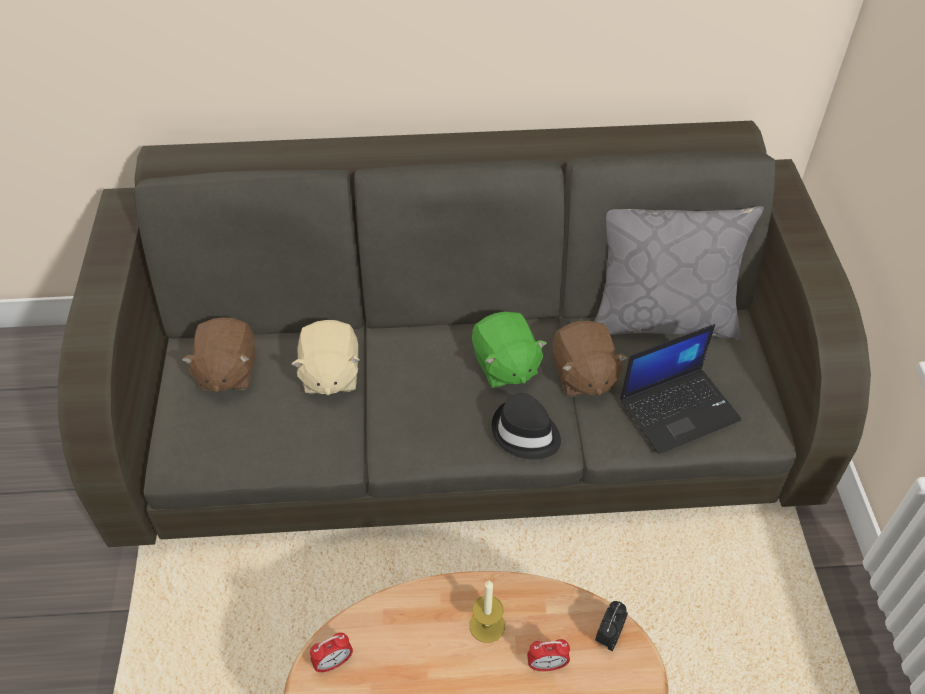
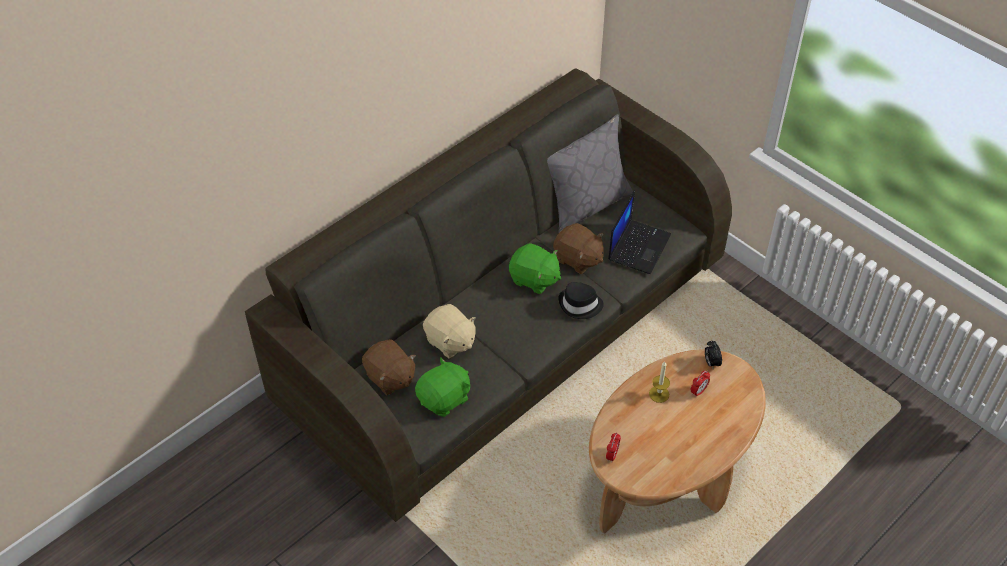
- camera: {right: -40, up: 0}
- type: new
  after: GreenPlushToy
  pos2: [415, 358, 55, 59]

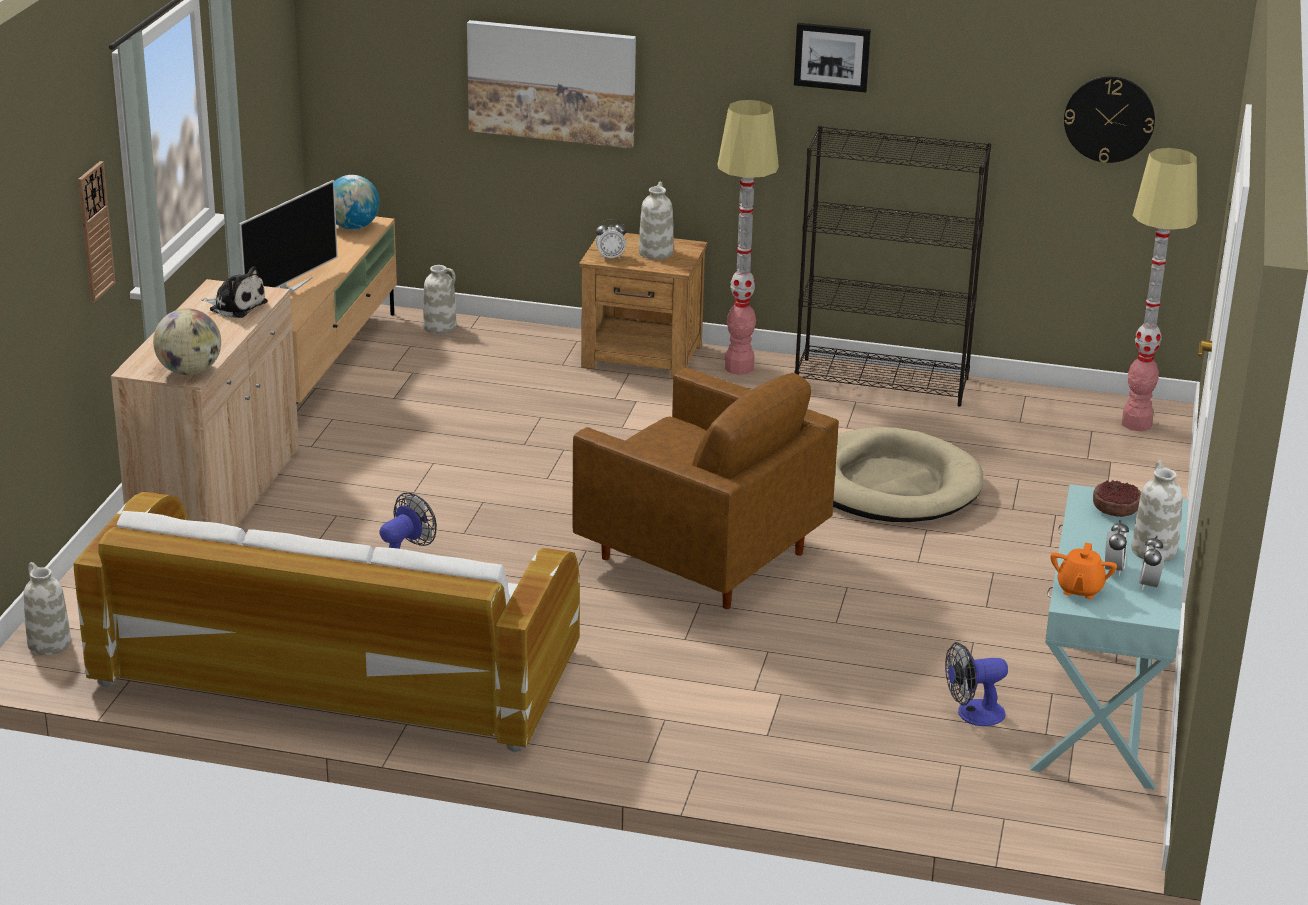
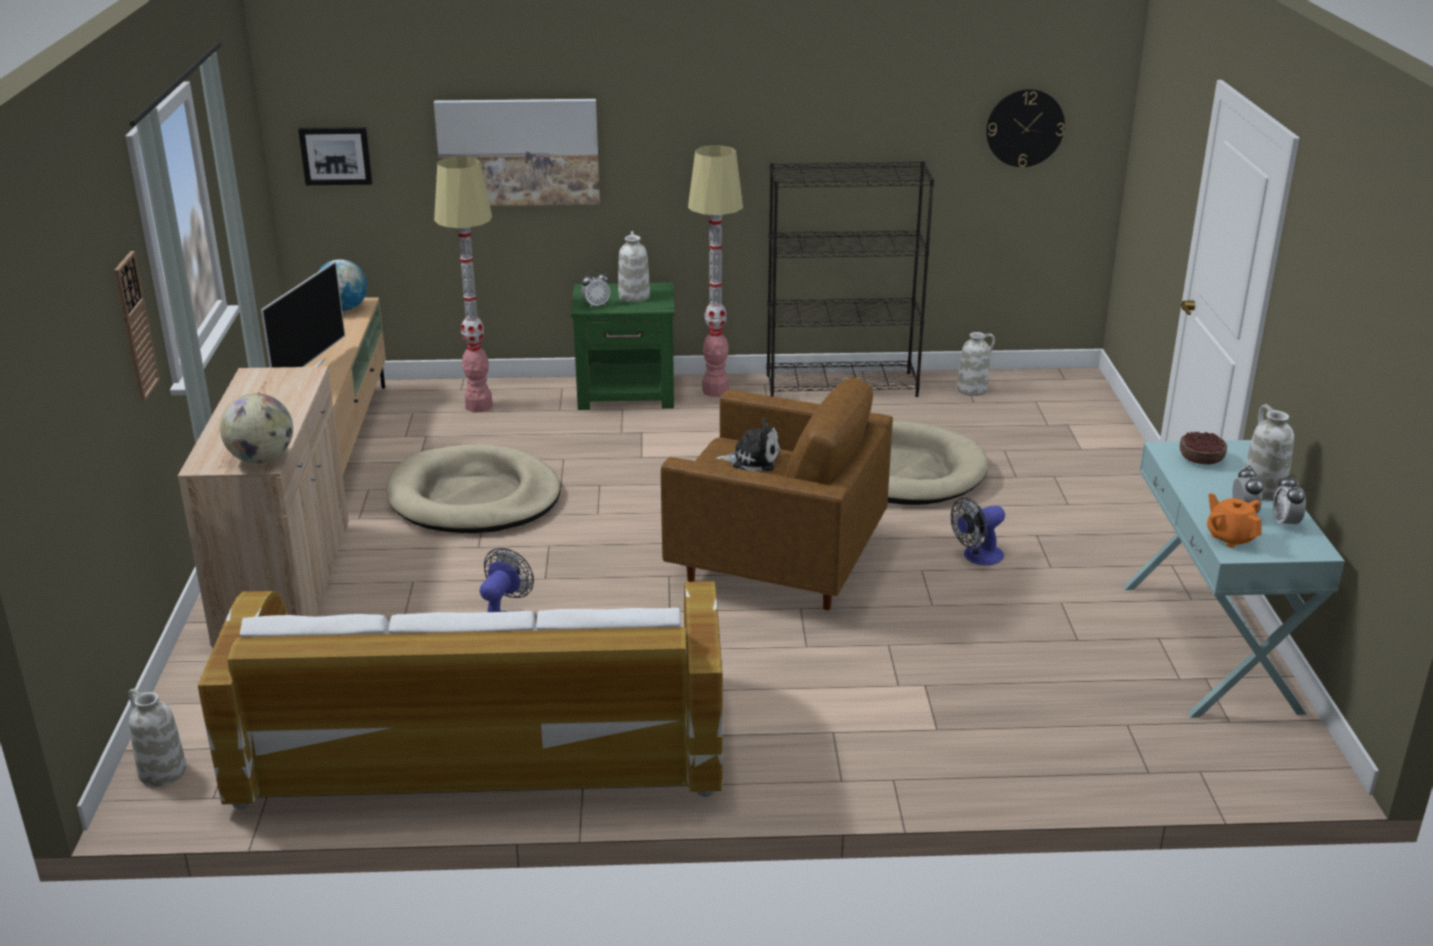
- camera: {right: -15, up: 0}
- type: new
  after: BeigeDogBed
  pos2: [386, 444, 175, 89]
- type: shifted
  before: PlushToy
  pos1: [202, 266, 66, 52]
  pos2: [715, 419, 65, 53]
- type: shifted
  before: WhiteVase
  pos1: [423, 265, 34, 69]
  pos2: [957, 332, 38, 64]
- type: shifted
  before: Picture
  pos1: [794, 23, 77, 70]
  pos2: [298, 127, 75, 58]
- type: shifted
  before: Fan
  pos1: [945, 642, 63, 84]
  pos2: [951, 497, 54, 68]
- type: shifted
  before: FloorLamp
  pos1: [1122, 148, 75, 283]
  pos2: [434, 156, 59, 257]
- type: repainted
  before: BrownNightstand
  after: GreenNightstand
  pos1: [579, 233, 129, 146]
  pos2: [571, 283, 104, 127]
- type: rotated
  before: OrangeTeapot
  pos1: [1050, 542, 67, 57]
  pos2: [1207, 493, 55, 55]
  turn: 150

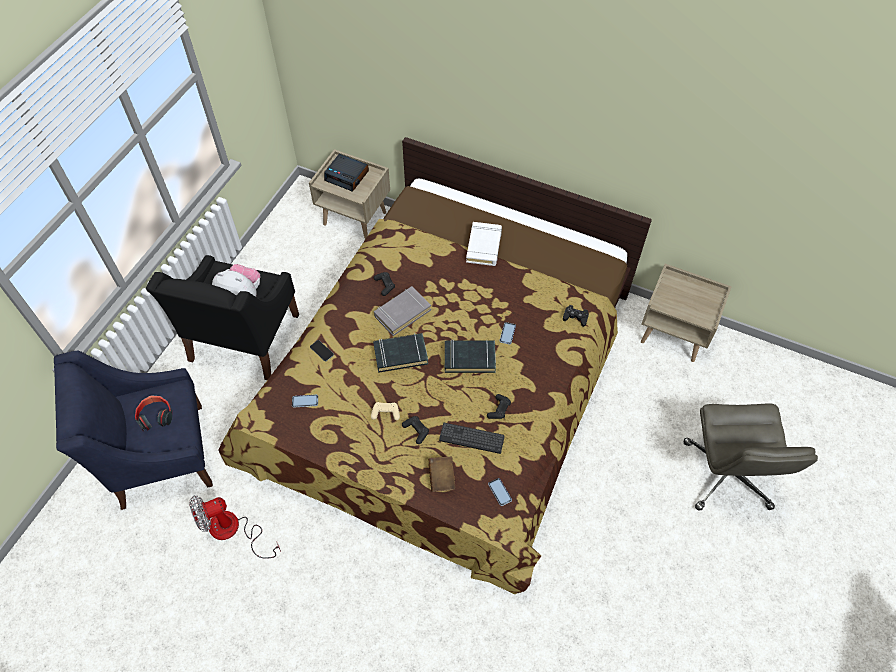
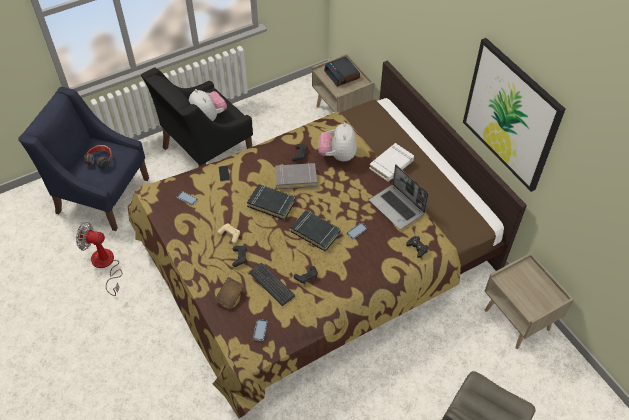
- camera: {right: 35, up: -5}
- type: new
  after: PlushToy
  pos2: [318, 122, 39, 40]
- type: new
  after: Laptop
  pos2: [369, 165, 60, 65]
- type: new
  after: Picture
  pos2: [463, 38, 102, 154]

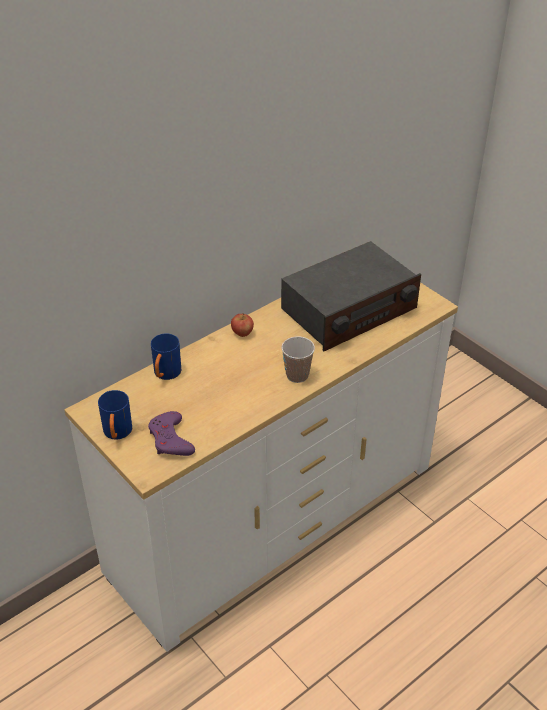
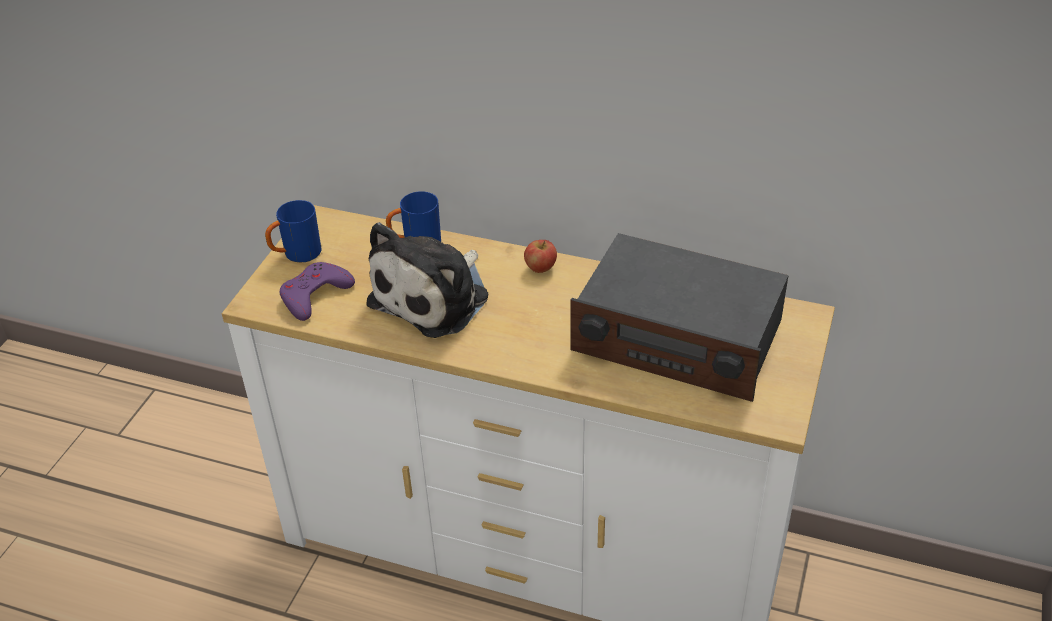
- camera: {right: 60, up: 0}
- type: gone
  before: Cup
  pos1: [281, 337, 34, 46]
- type: new
  after: PlushToy
  pos2: [366, 222, 122, 116]

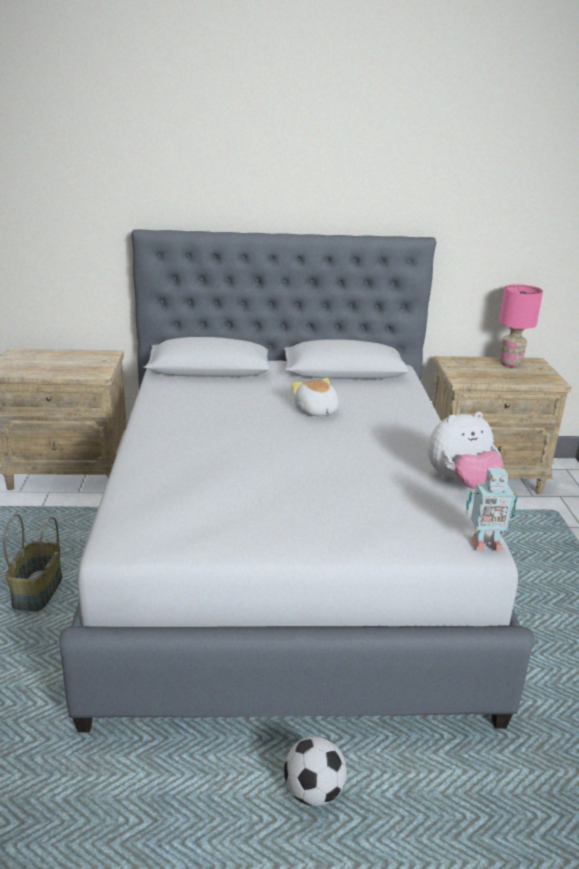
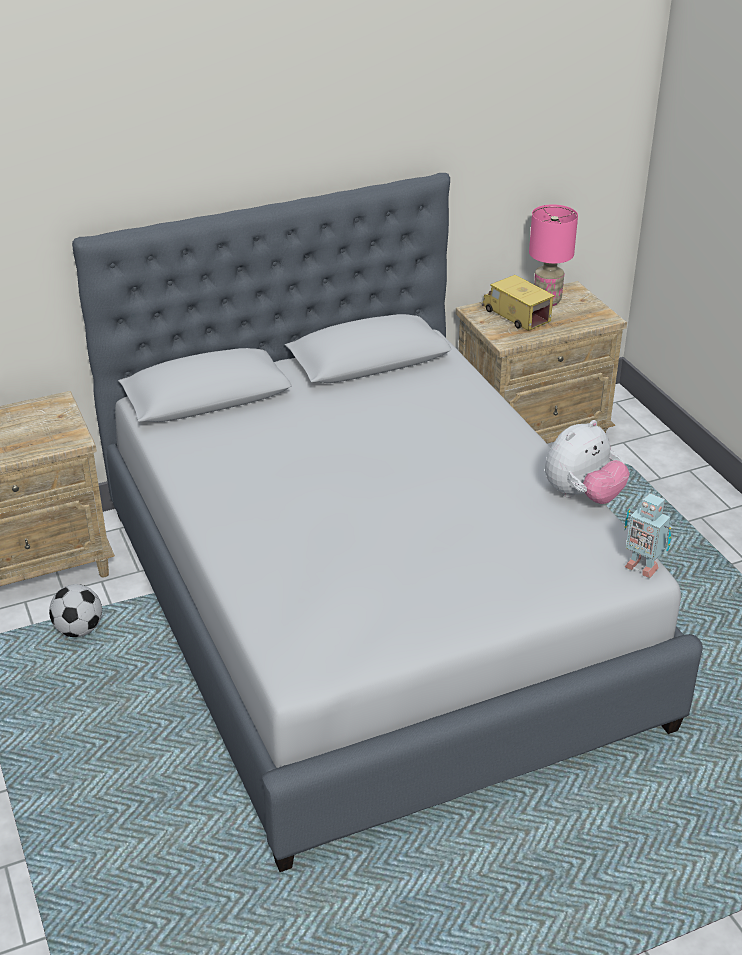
- camera: {right: -20, up: 10}
- type: gone
  before: Basket
  pos1: [3, 514, 60, 98]
- type: gone
  before: PlushToy
  pos1: [291, 378, 48, 38]
- type: new
  after: ToyTruck
  pos2: [482, 275, 73, 56]
- type: shifted
  before: Football
  pos1: [284, 736, 63, 70]
  pos2: [49, 584, 53, 53]
- type: rotated
  before: ToyRobot
  pos1: [466, 468, 52, 83]
  pos2: [625, 493, 46, 85]
  turn: 60

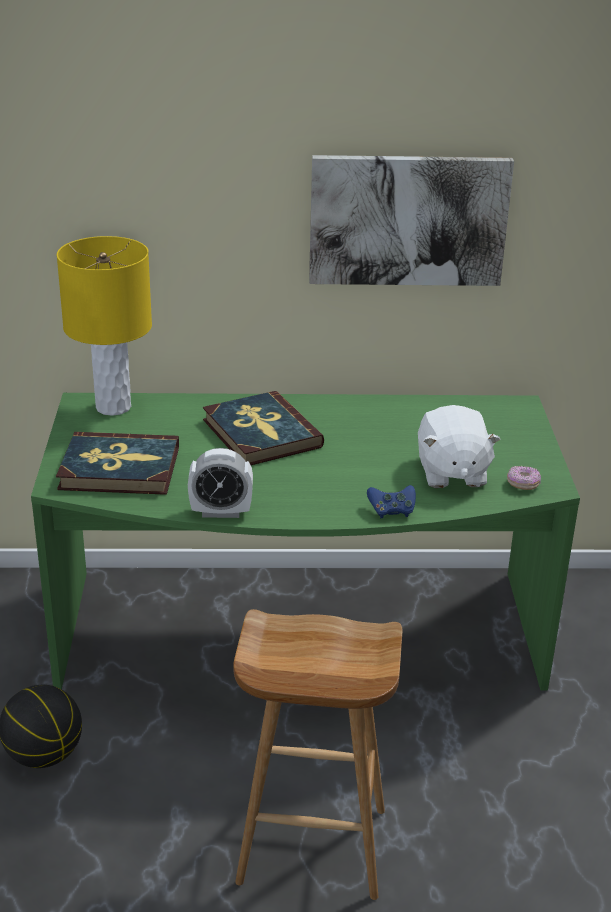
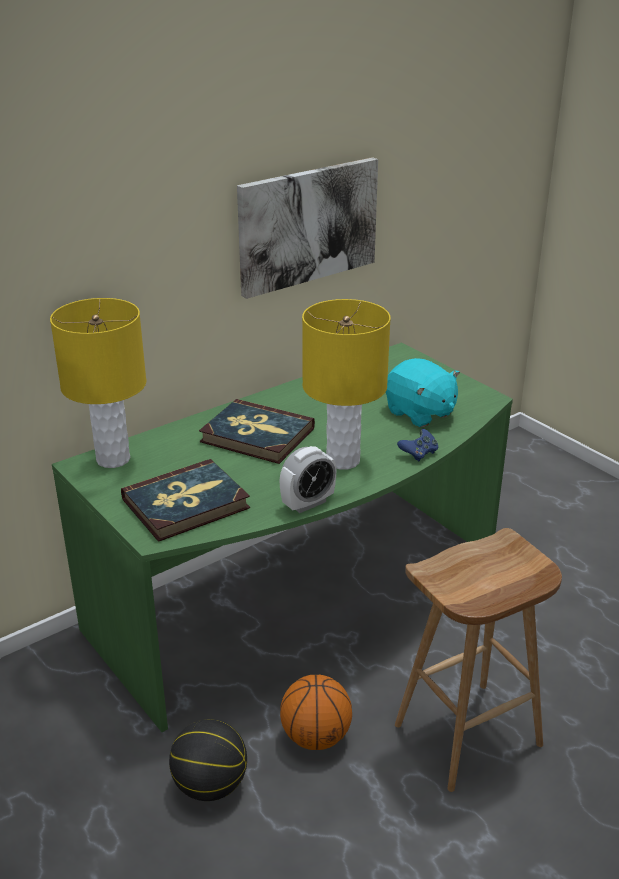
- camera: {right: -35, up: 0}
- type: gone
  before: Donut
  pos1: [507, 466, 34, 24]
- type: new
  after: Basketball
  pos2: [280, 675, 72, 75]
- type: new
  after: YellowTableLamp
  pos2: [302, 299, 89, 170]
- type: repainted
  before: WhitePlushToy
  after: TurquoisePlushToy
  pos1: [418, 405, 82, 83]
  pos2: [386, 358, 74, 69]

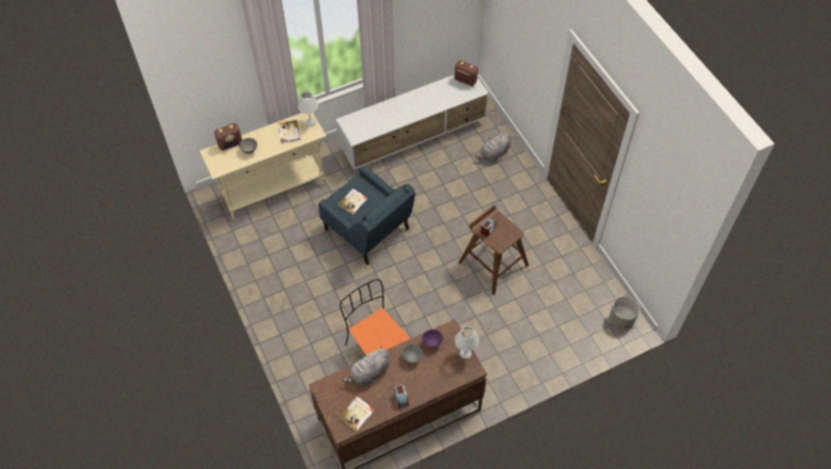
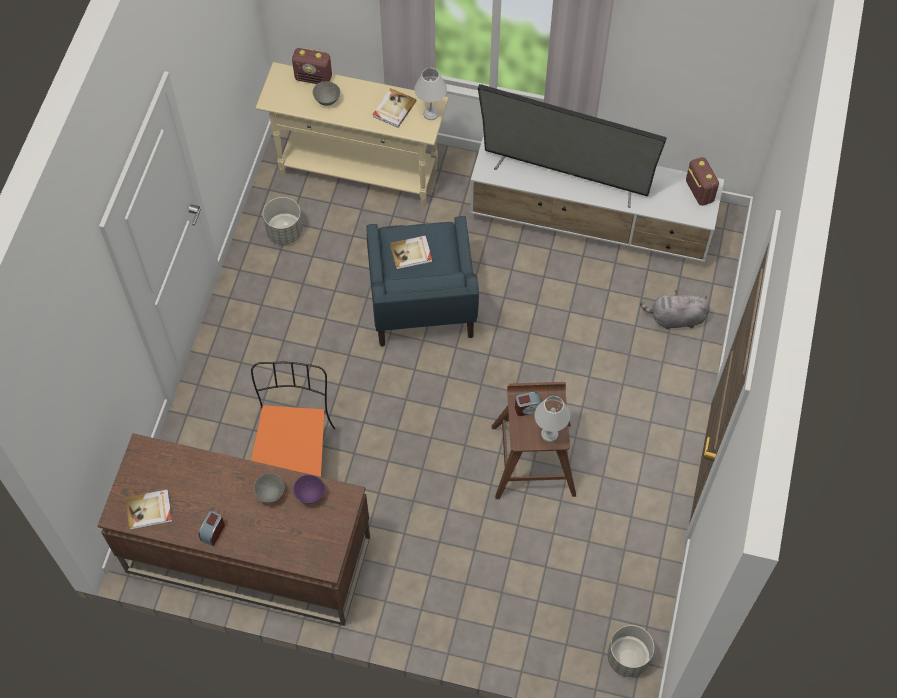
- camera: {right: 40, up: 5}
- type: gone
  before: GreyPlushToy
  pos1: [341, 346, 49, 39]
- type: new
  after: GreyPlanter
  pos2: [263, 197, 40, 48]
- type: new
  after: Television
  pos2: [478, 84, 189, 124]
- type: shifted
  before: WhiteTableLamp
  pos1: [455, 326, 24, 33]
  pos2: [535, 396, 35, 46]

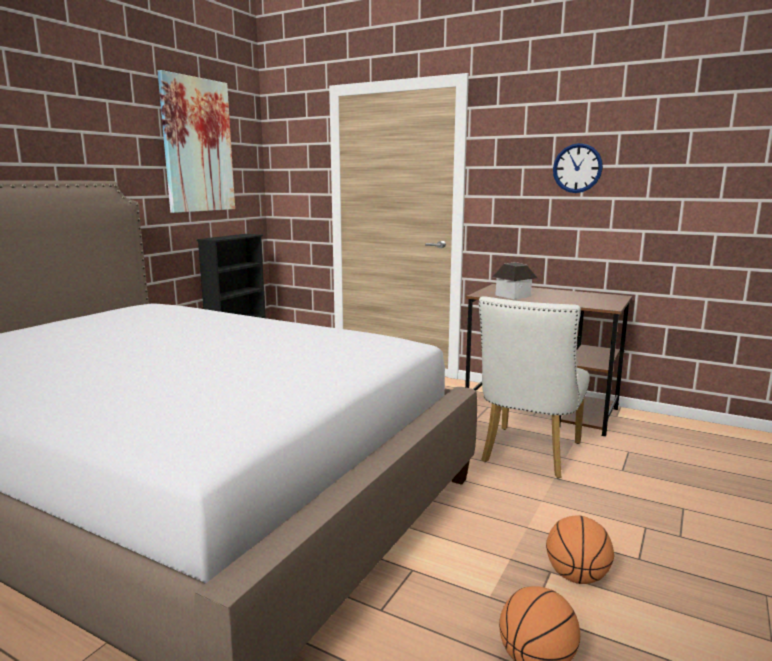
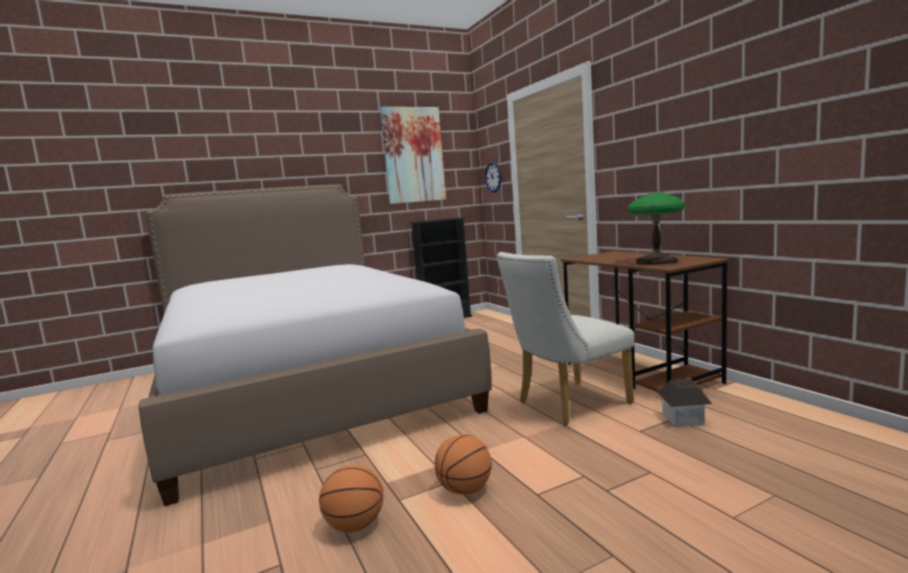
- camera: {right: 35, up: -5}
- type: new
  after: TableLamp
  pos2: [628, 192, 57, 73]
- type: shifted
  before: ToyHouse
  pos1: [493, 262, 44, 37]
  pos2: [658, 378, 54, 49]
- type: shifted
  before: WallClock
  pos1: [553, 143, 50, 50]
  pos2: [485, 162, 16, 31]

